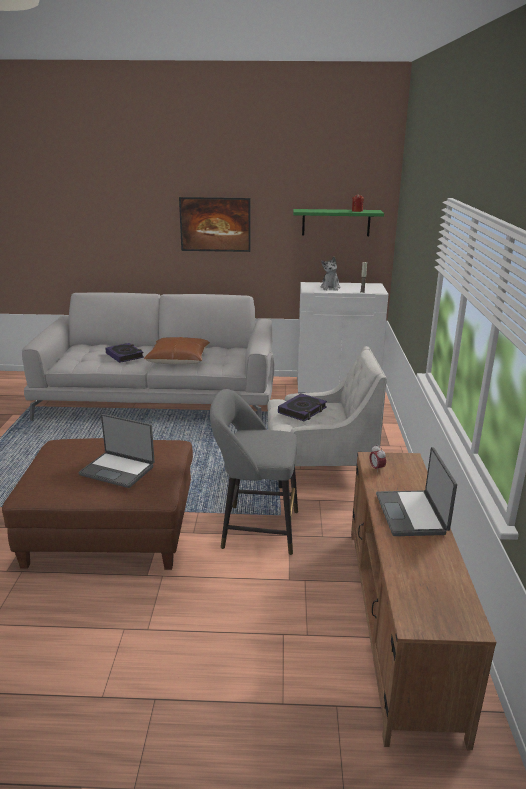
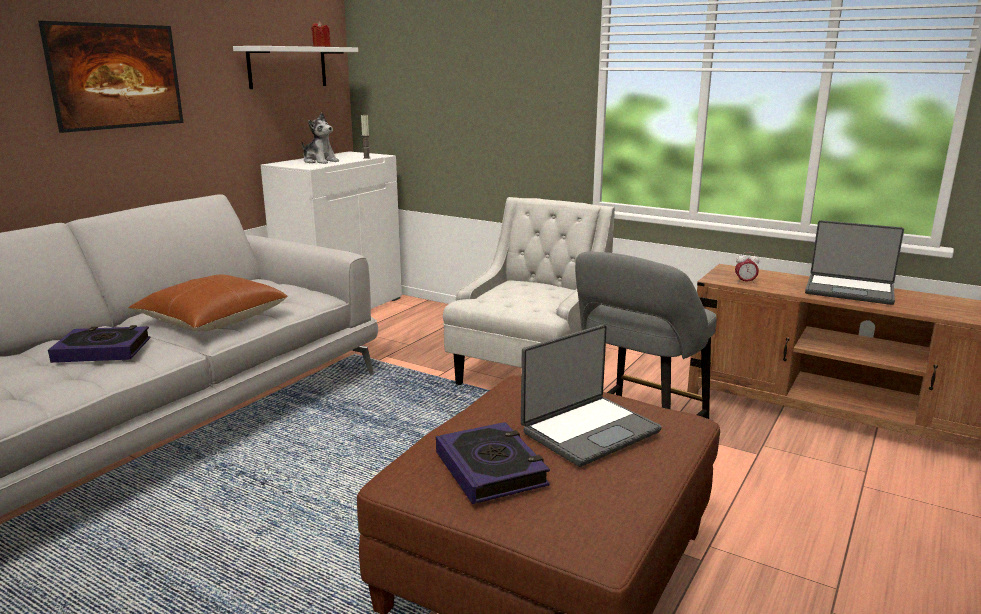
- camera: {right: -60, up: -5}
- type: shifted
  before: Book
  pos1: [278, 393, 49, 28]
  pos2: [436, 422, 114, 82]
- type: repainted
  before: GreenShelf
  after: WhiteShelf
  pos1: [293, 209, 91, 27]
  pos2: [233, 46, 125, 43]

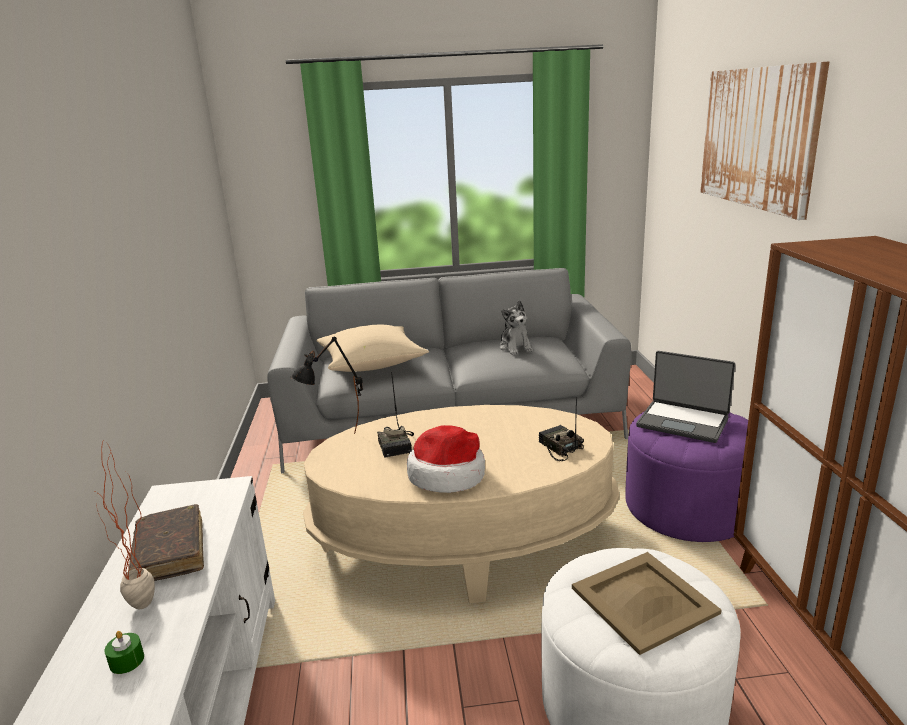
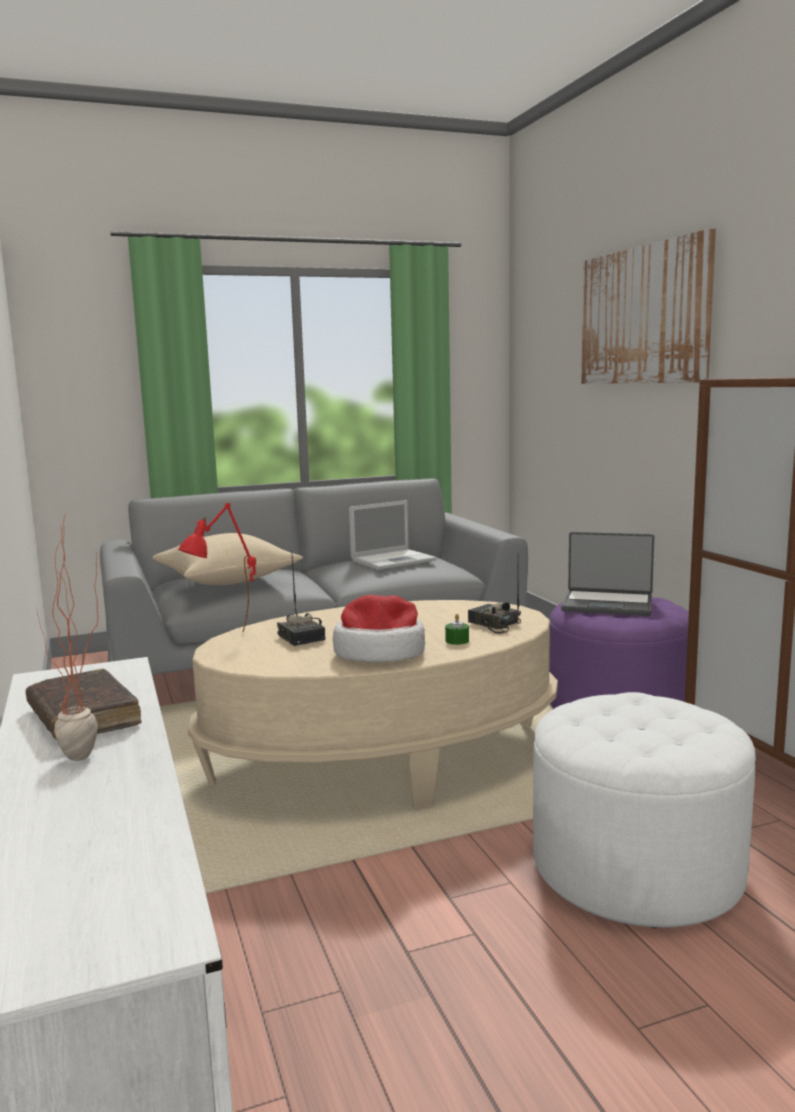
- camera: {right: -15, up: -10}
- type: gone
  before: BeigeTray
  pos1: [572, 552, 149, 103]
- type: shifted
  before: GreenCandle
  pos1: [104, 631, 40, 43]
  pos2: [445, 614, 24, 31]
- type: swapped
  before: PlushToy
  after: Laptop
  pos1: [499, 300, 34, 55]
  pos2: [349, 500, 88, 70]
- type: repainted
  before: BlackTableLamp
  after: RedTableLamp
  pos1: [291, 337, 72, 97]
  pos2: [178, 503, 78, 129]

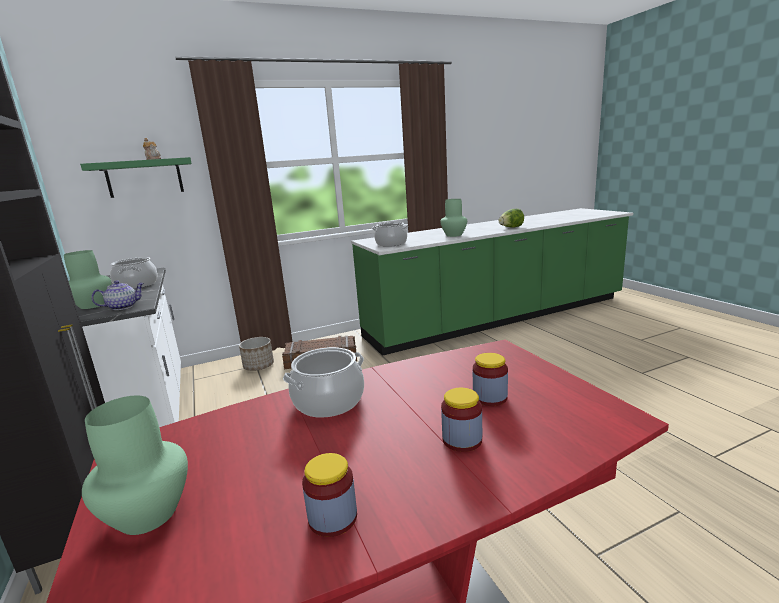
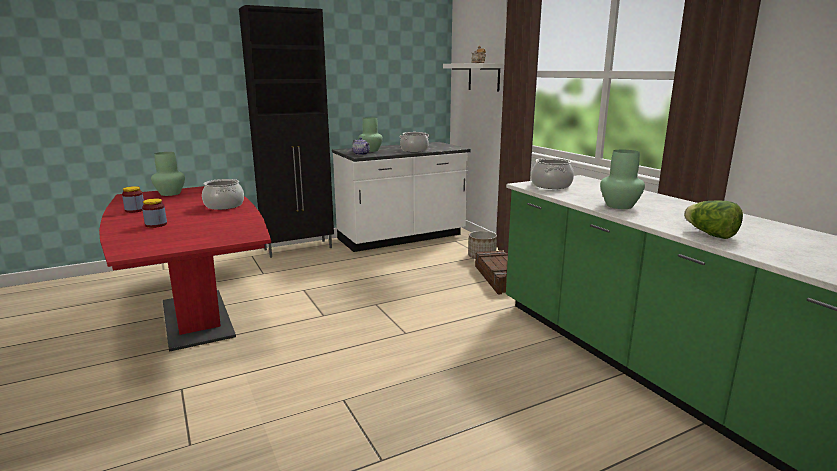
- camera: {right: 85, up: 0}
- type: gone
  before: Jar
  pos1: [473, 353, 35, 53]
- type: repainted
  before: GreenShelf
  after: WhiteShelf
  pos1: [80, 157, 111, 41]
  pos2: [443, 63, 61, 28]

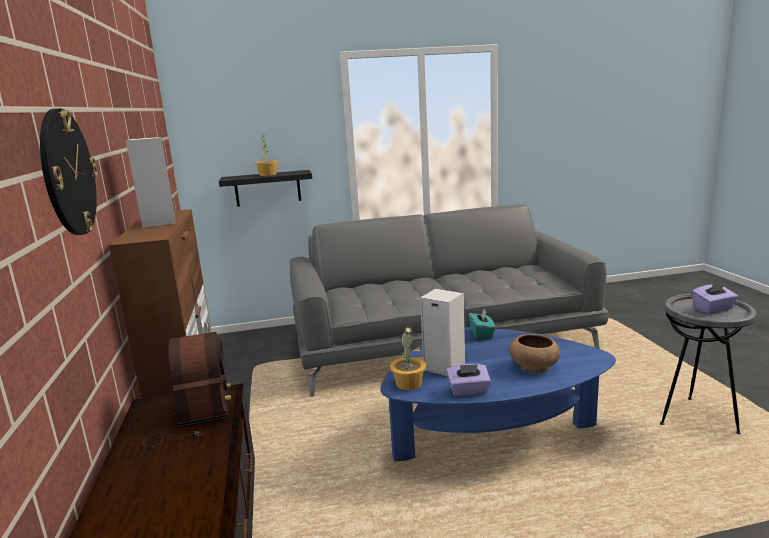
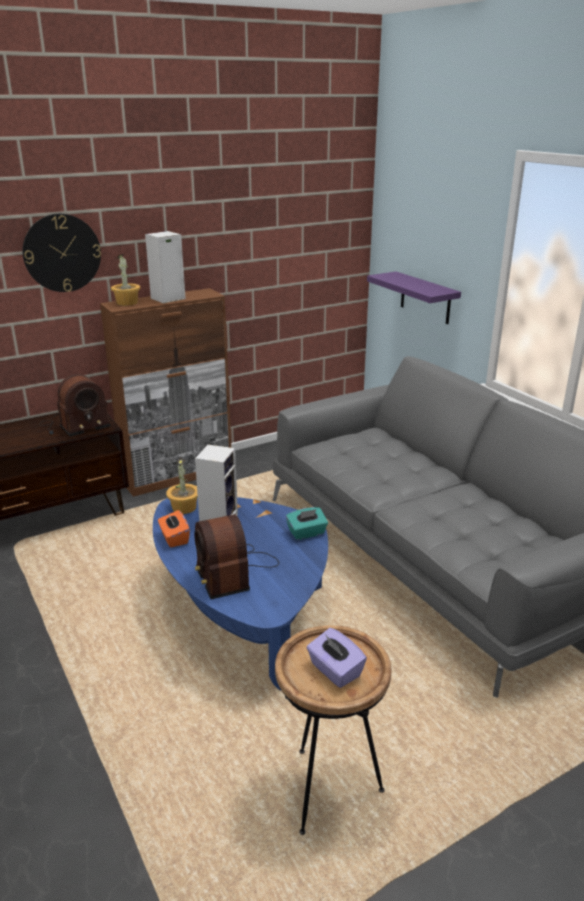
- camera: {right: 70, up: 10}
- type: shifted
  before: PottedPlant
  pos1: [255, 135, 24, 41]
  pos2: [111, 254, 29, 52]
- type: swapped
  before: BrownBowl
  after: Radio
  pos1: [509, 334, 51, 39]
  pos2: [194, 514, 85, 85]
- type: repainted
  before: BlackShelf
  after: PurpleShelf
  pos1: [219, 170, 93, 37]
  pos2: [367, 271, 94, 53]
- type: repainted
  before: PurpleTissueBox
  after: OrangeTissueBox
  pos1: [446, 364, 45, 32]
  pos2: [158, 510, 32, 37]
- type: repainted
  before: GreySideTable
  after: BrownSideTable
  pos1: [660, 294, 96, 140]
  pos2: [275, 625, 117, 210]

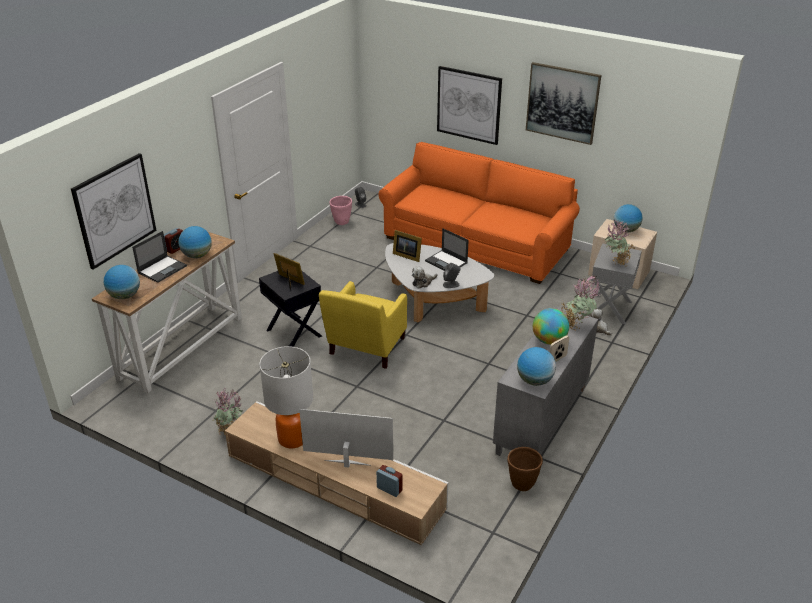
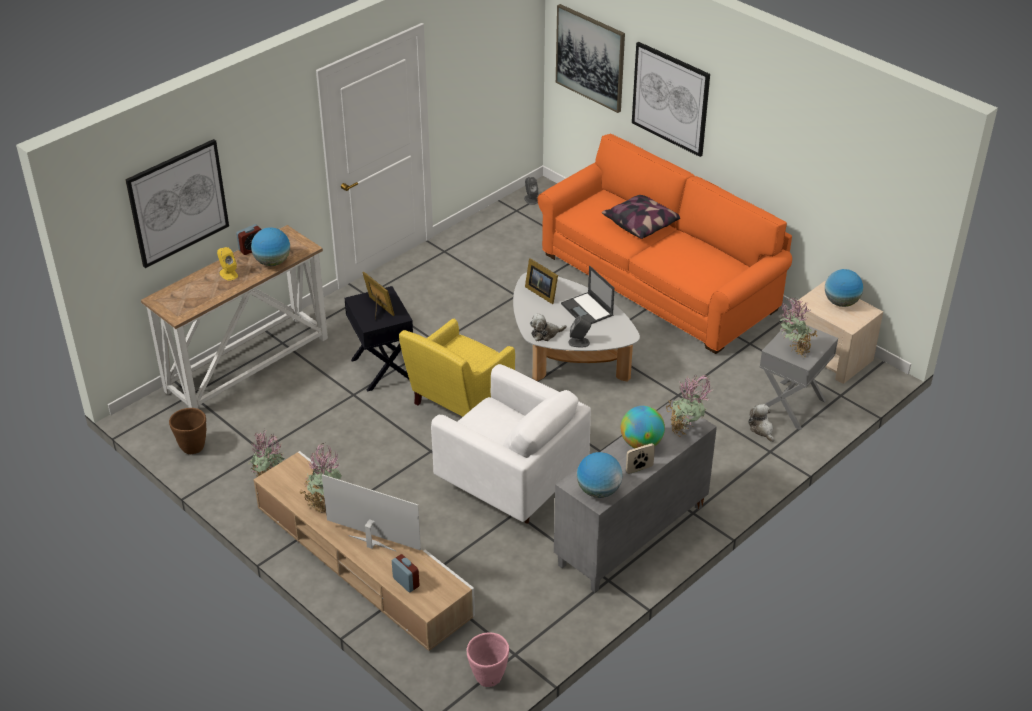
- camera: {right: 15, up: 5}
- type: gone
  before: Globe
  pos1: [104, 265, 36, 34]
- type: new
  after: WhiteArmchair
  pos2: [431, 364, 160, 160]
- type: new
  after: Pillow
  pos2: [602, 195, 78, 44]
- type: shifted
  before: PinkPlanter
  pos1: [329, 196, 23, 29]
  pos2: [467, 633, 42, 54]
- type: shifted
  before: BrownPlanter
  pos1: [507, 447, 36, 44]
  pos2: [169, 408, 37, 46]
- type: shifted
  before: Picture
  pos1: [526, 62, 75, 83]
  pos2: [556, 4, 69, 109]
- type: swapped
  before: Laptop
  after: YellowSpeaker
  pos1: [132, 231, 55, 52]
  pos2: [217, 247, 21, 34]
- type: swapped
  before: TableLamp
  after: PottedPlant
  pos1: [259, 346, 54, 102]
  pos2: [300, 443, 42, 70]

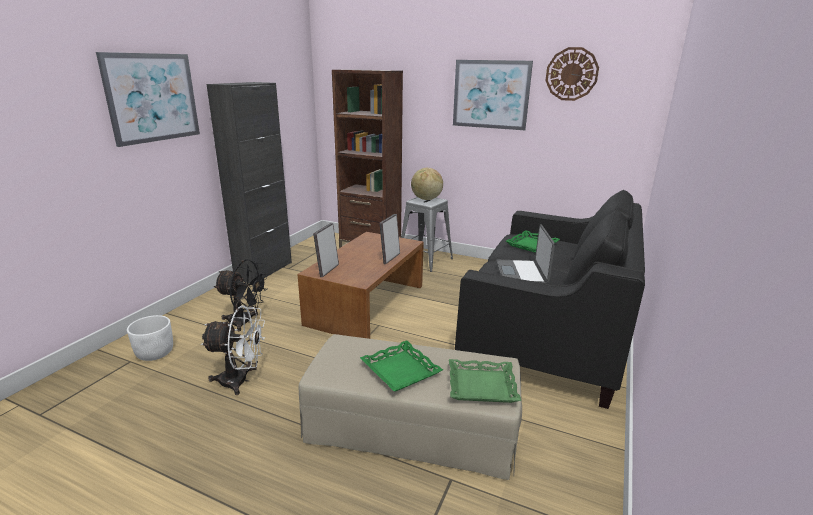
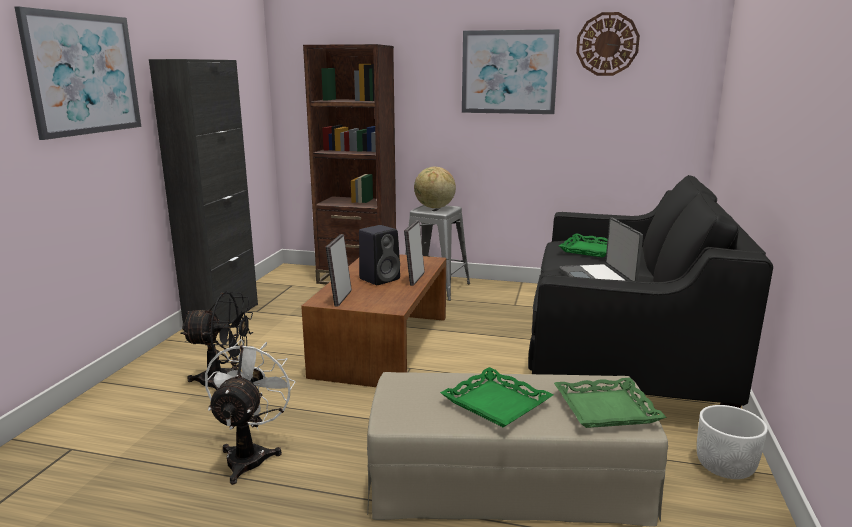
- camera: {right: -10, up: -5}
- type: new
  after: BlackSpeaker
  pos2: [359, 225, 41, 60]
- type: shifted
  before: WhitePlanter
  pos1: [127, 315, 46, 46]
  pos2: [697, 405, 71, 74]
- type: rotated
  before: WhiteFan
  pos1: [201, 305, 64, 90]
  pos2: [205, 339, 91, 146]
  turn: -75

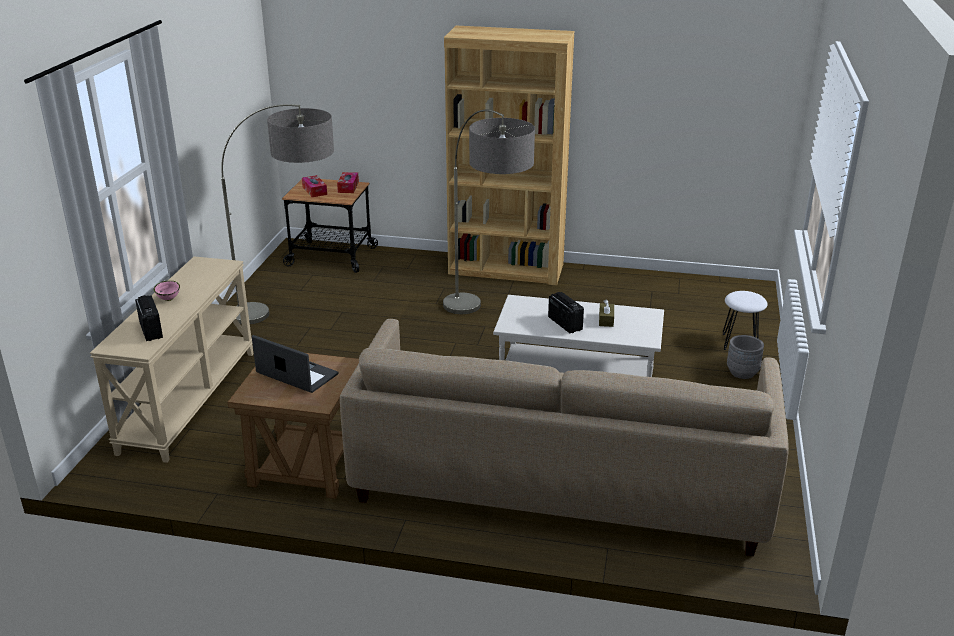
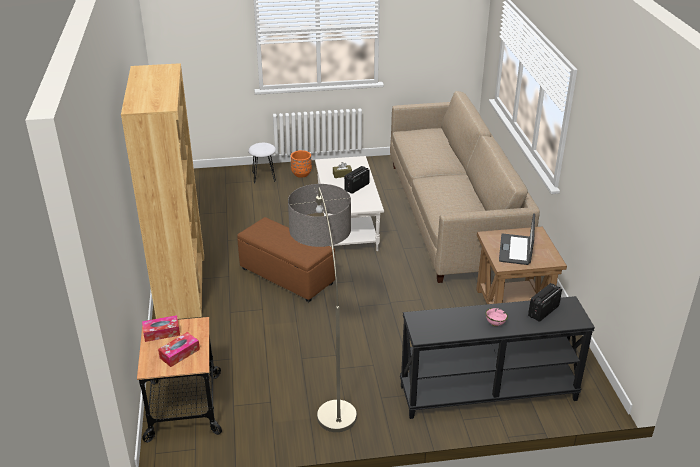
- camera: {right: -110, up: 5}
- type: swapped
  before: FloorLamp
  after: BrownOttoman
  pos1: [443, 110, 92, 204]
  pos2: [237, 217, 98, 85]
- type: repainted
  before: BeigeConsoleTable
  after: BlackConsoleTable
  pos1: [90, 256, 163, 207]
  pos2: [400, 296, 195, 123]
- type: repainted
  before: GreyPlanter
  after: OrangePlanter
  pos1: [727, 335, 37, 44]
  pos2: [291, 150, 21, 28]

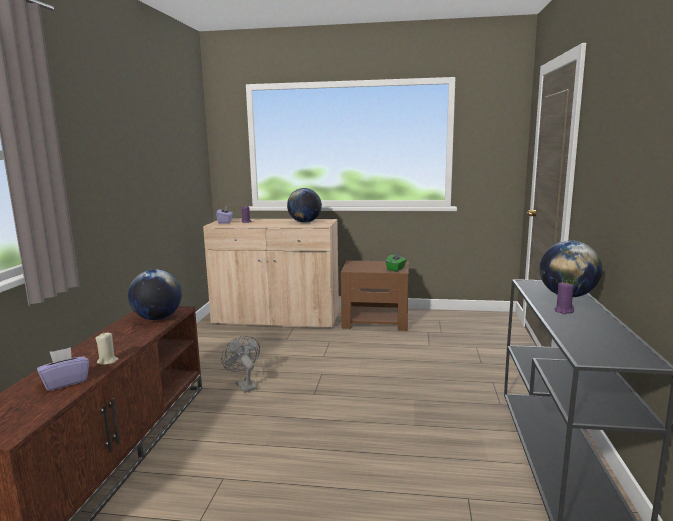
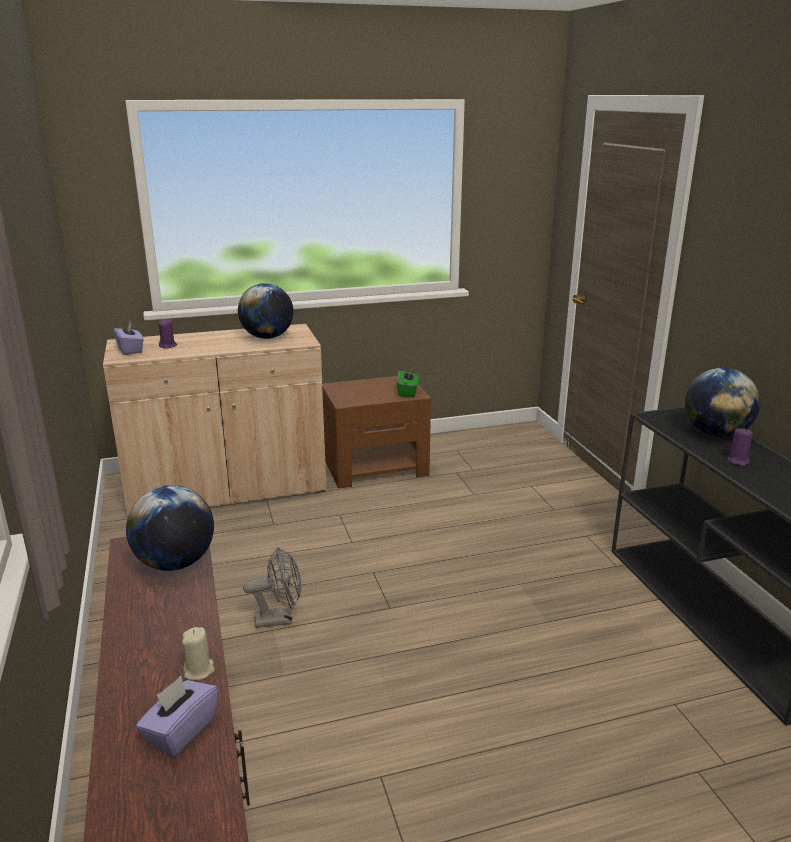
- camera: {right: -25, up: 10}
- type: rotated
  before: GreyFan
  pos1: [221, 336, 39, 57]
  pos2: [243, 547, 58, 81]
  turn: 135

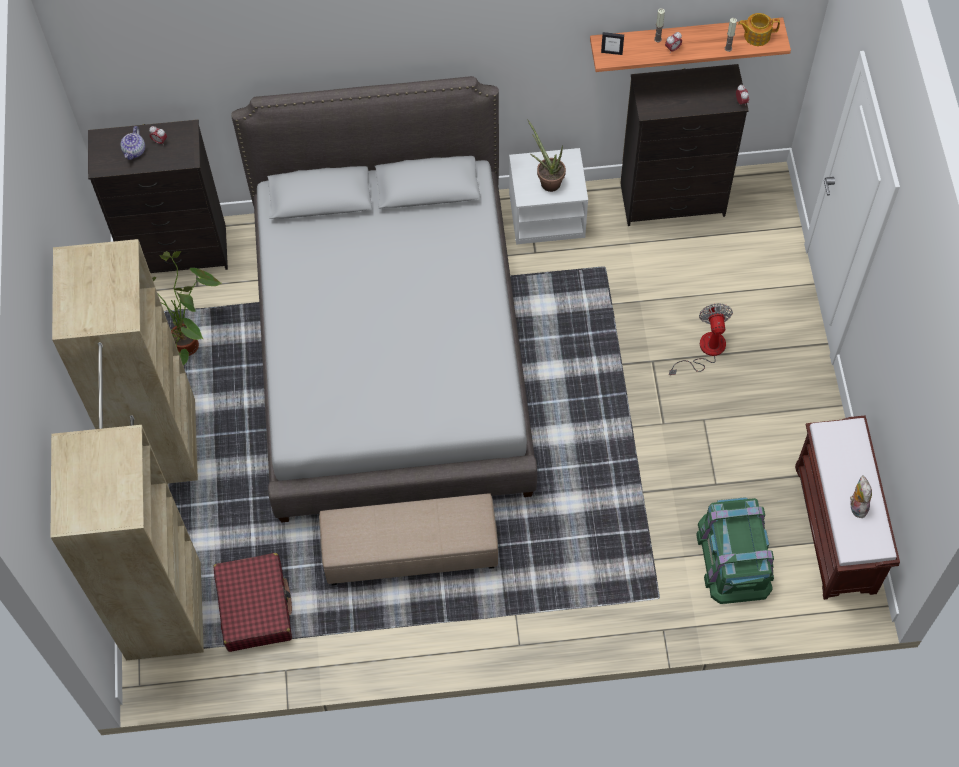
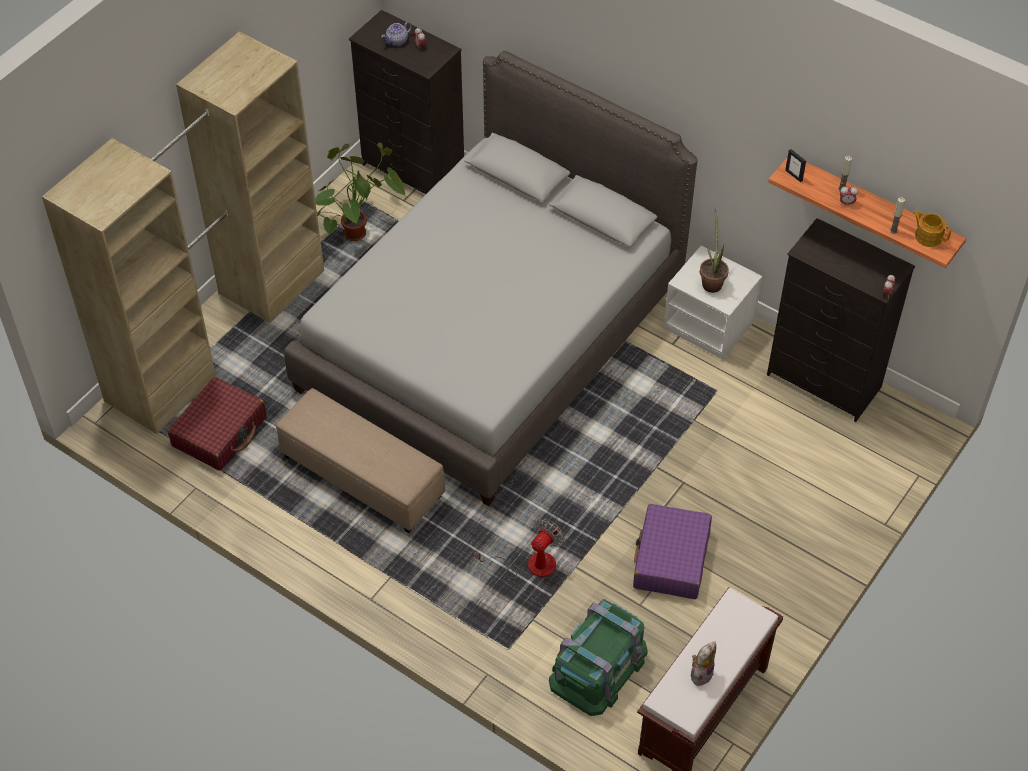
- camera: {right: 40, up: -10}
- type: new
  after: PurpleSuitcase
  pos2: [633, 504, 79, 95]
- type: shifted
  before: Fan
  pos1: [669, 304, 64, 72]
  pos2: [473, 519, 92, 61]

